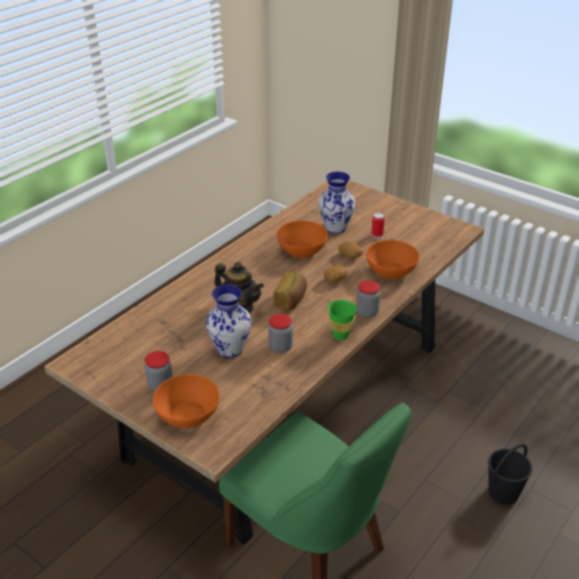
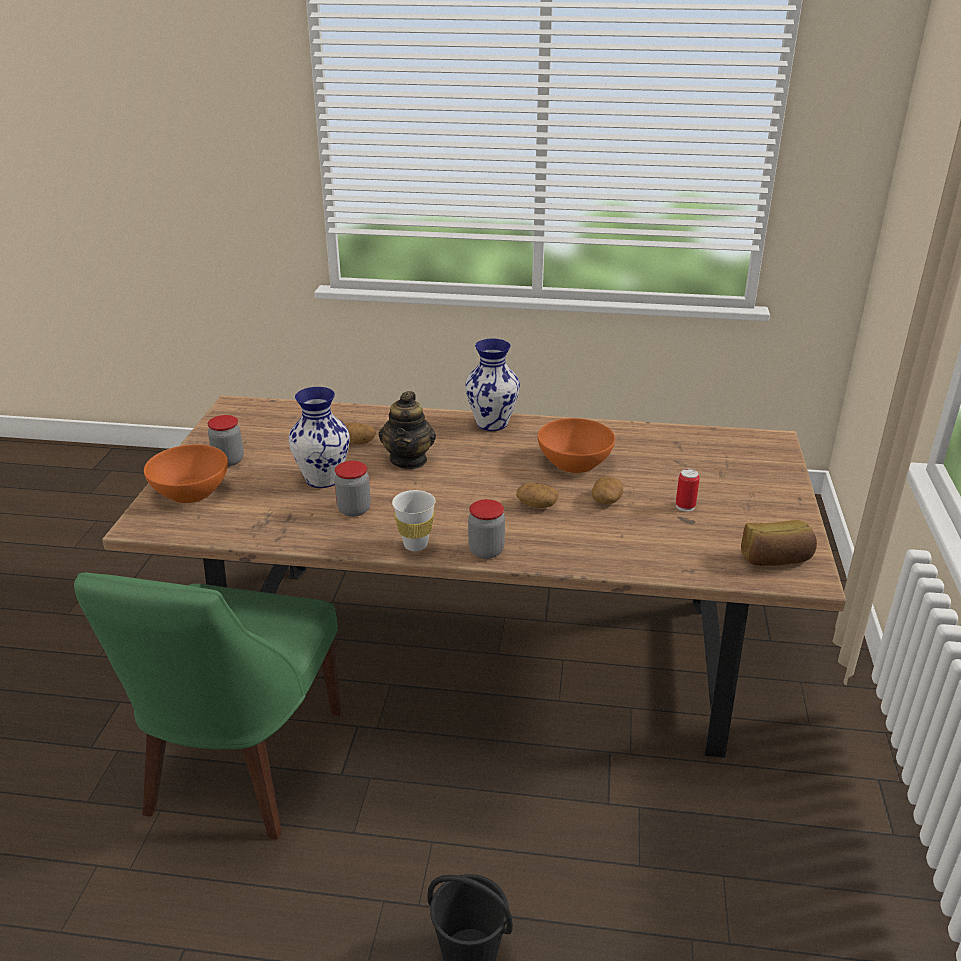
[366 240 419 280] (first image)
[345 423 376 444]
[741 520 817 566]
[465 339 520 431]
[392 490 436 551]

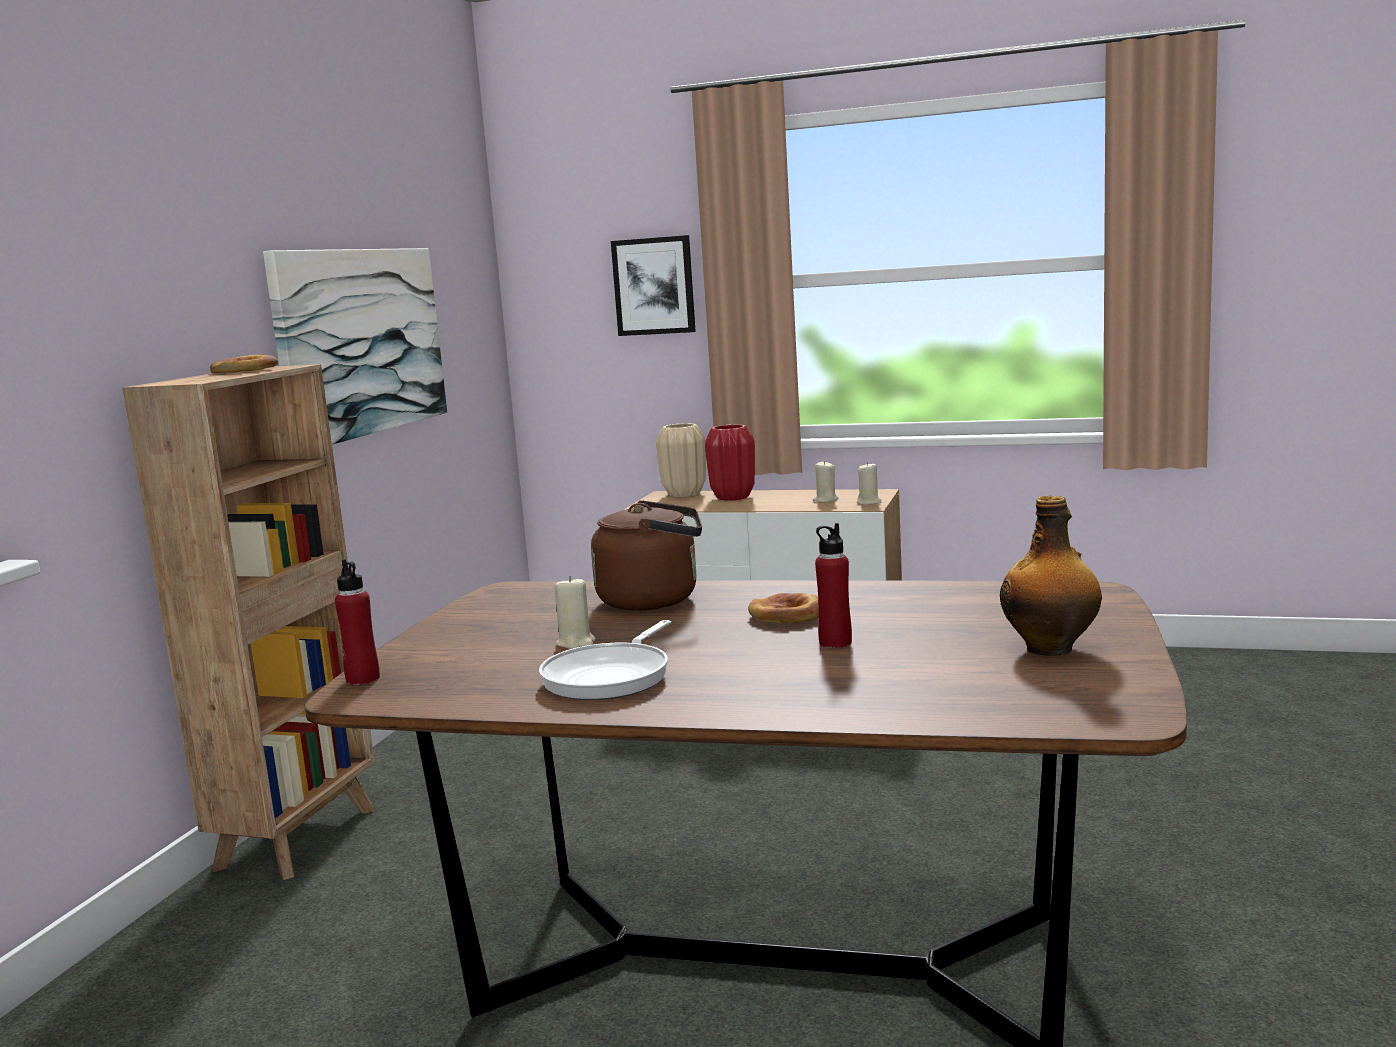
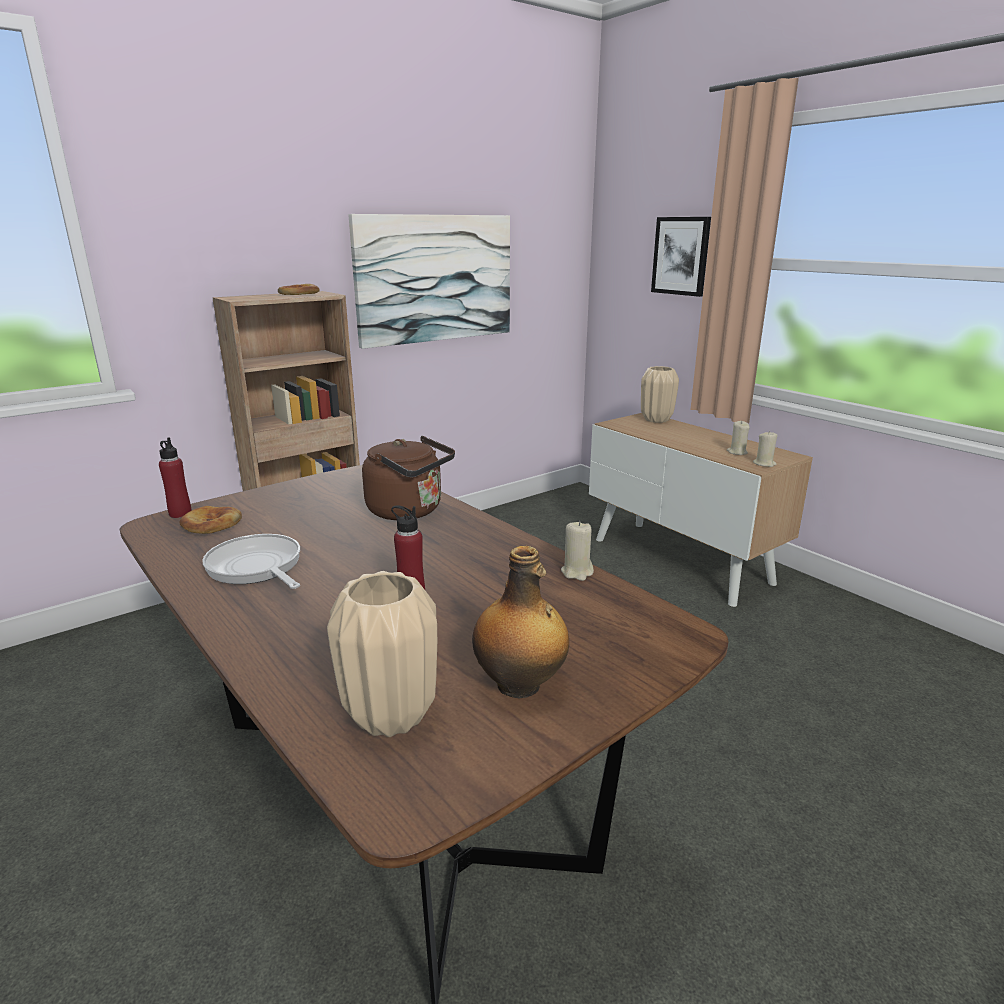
[705 424 755 501] (first image)
[327 571 437 737]
[561 521 594 581]
[179 506 242 534]
[202 534 300 589]

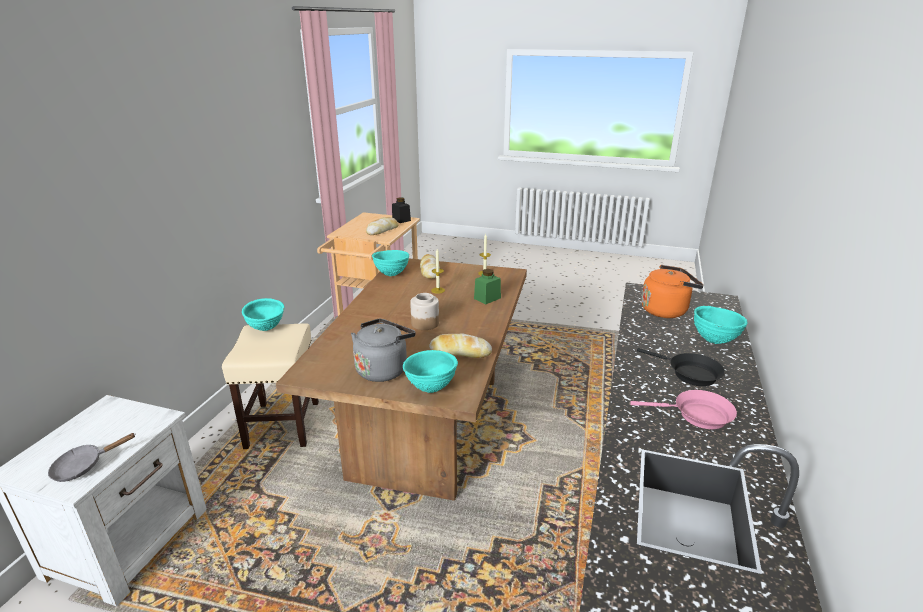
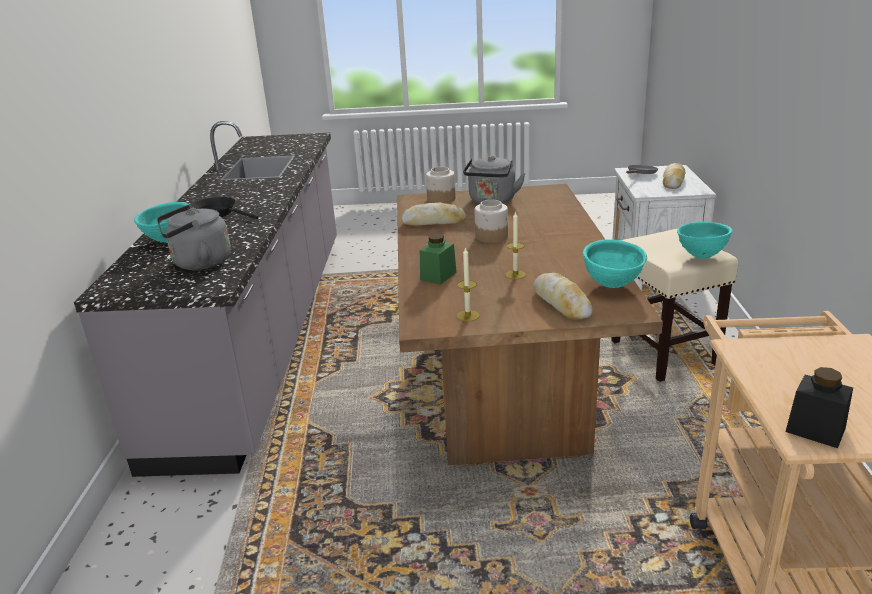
[630 390 737 429] (first image)
[663 163 685 189]
[426 167 456 203]
[157 205 231 270]

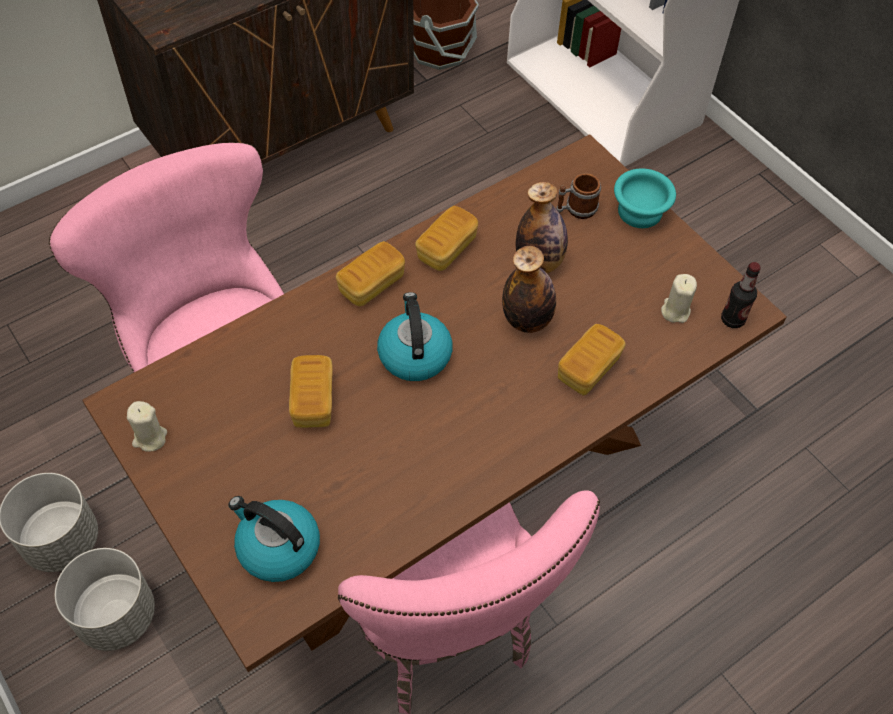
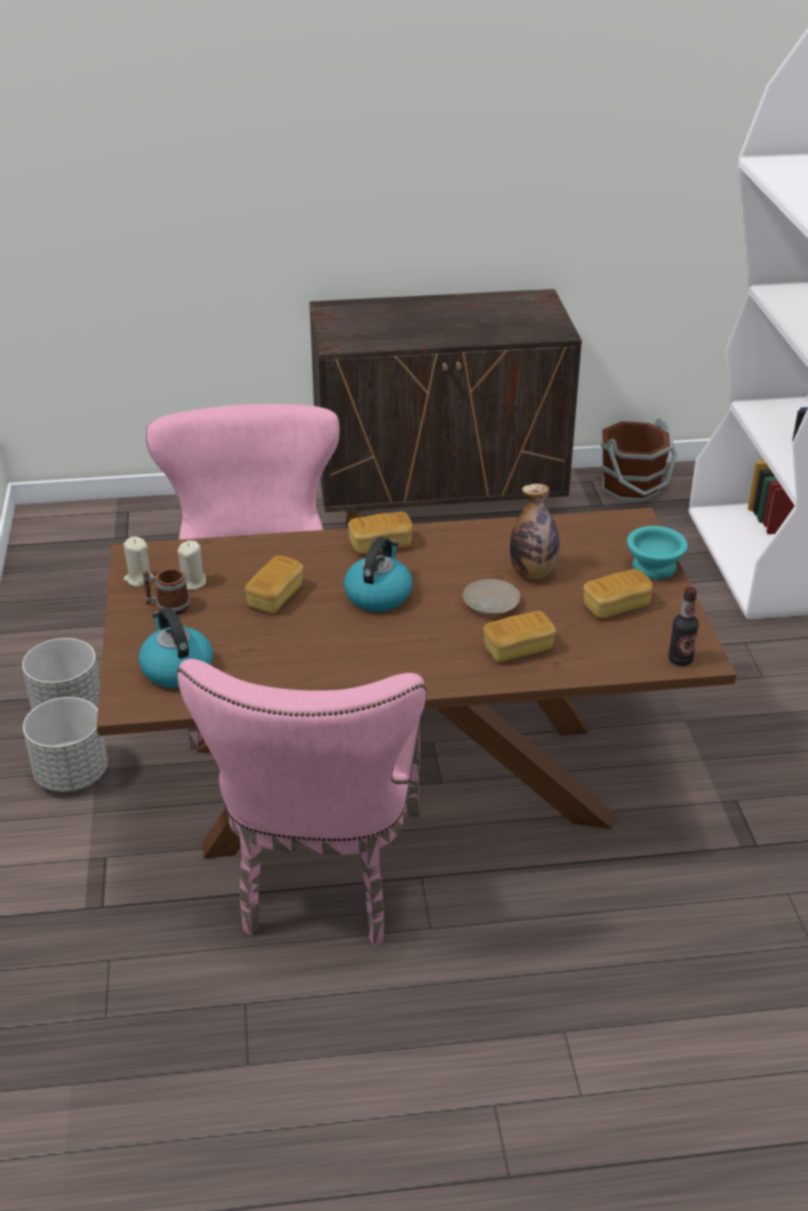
[584 569 653 618]
[143 569 190 615]
[177 540 206 590]
[463 579 521 614]

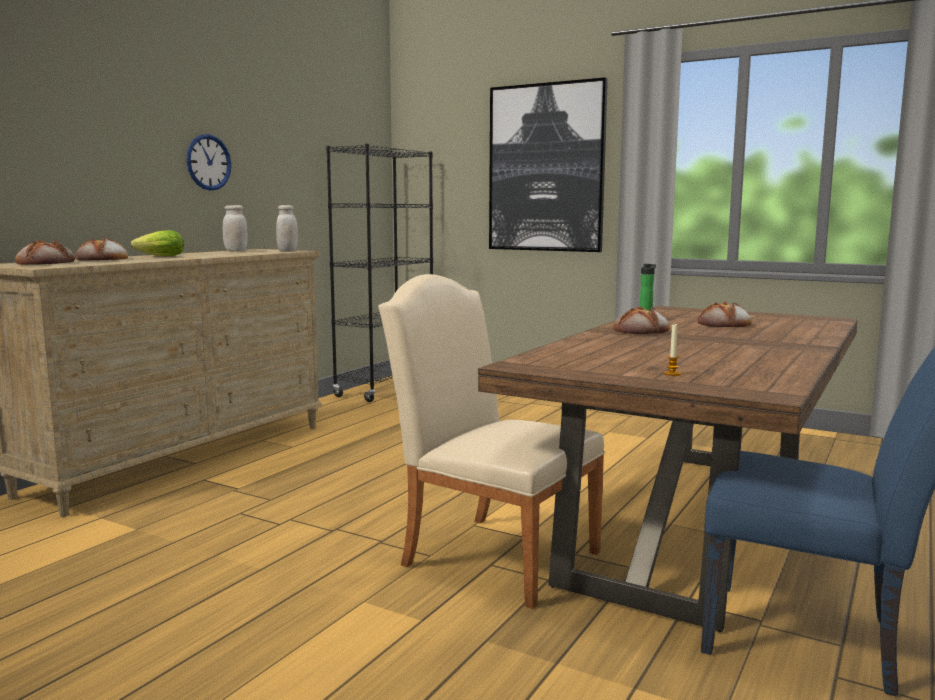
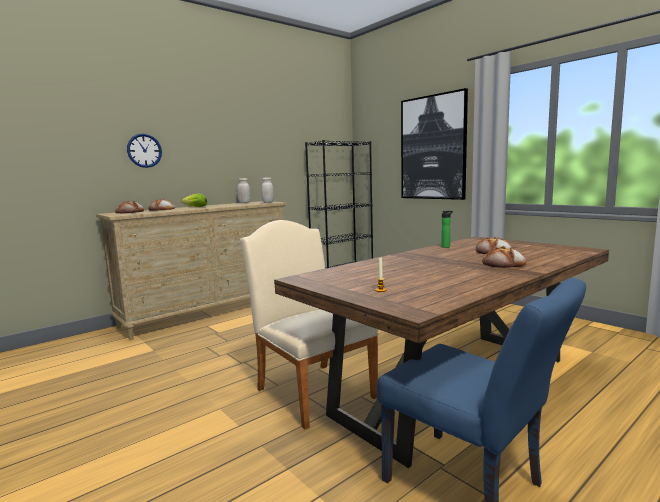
[127 134 162 168]
[482 246 526 268]

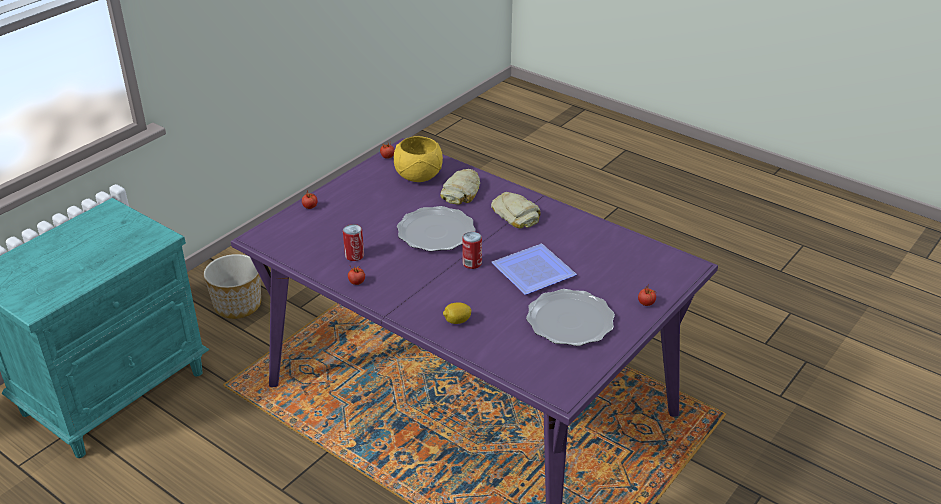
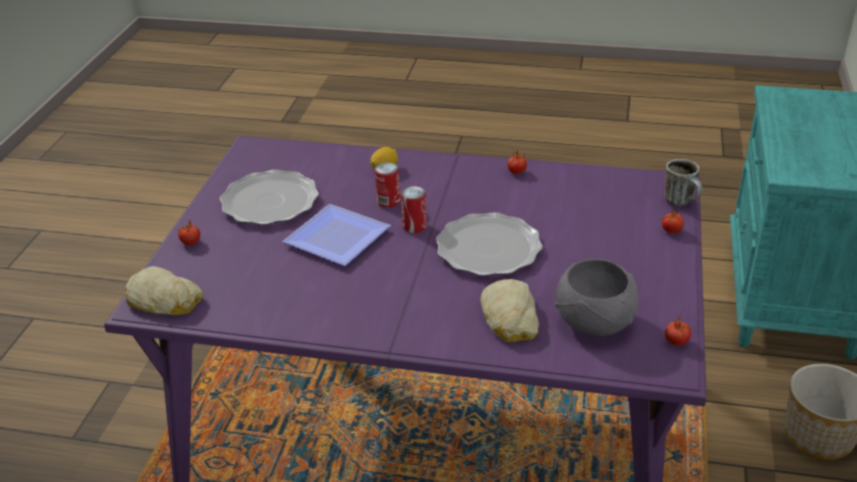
[664 159 702 206]
[375 162 400 208]
[125 266 203 315]
[555 258 639 336]

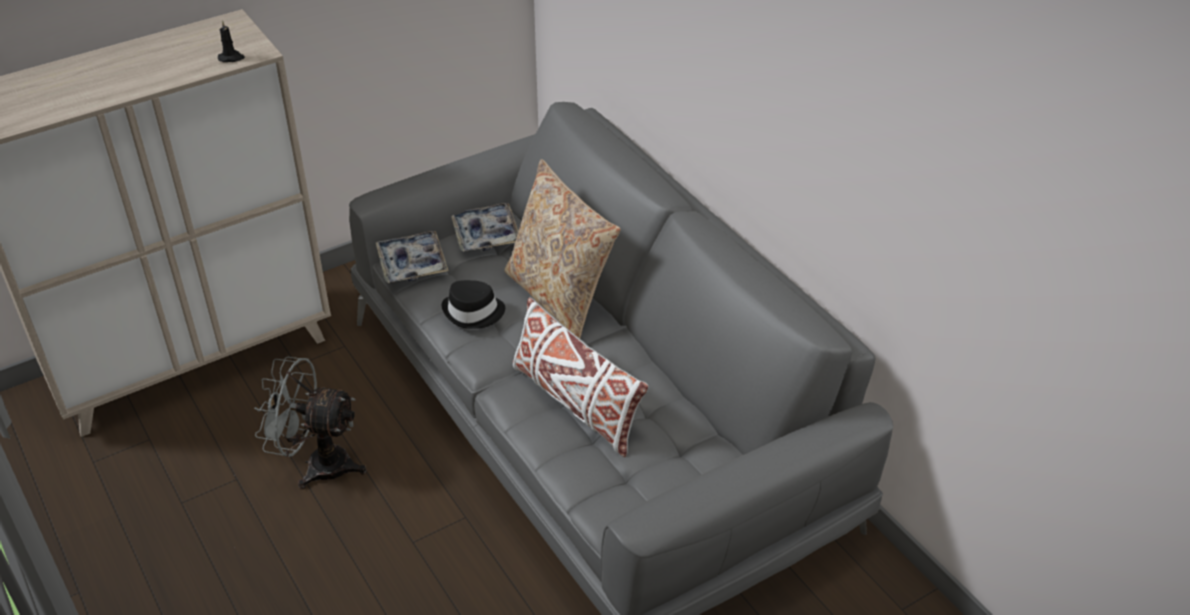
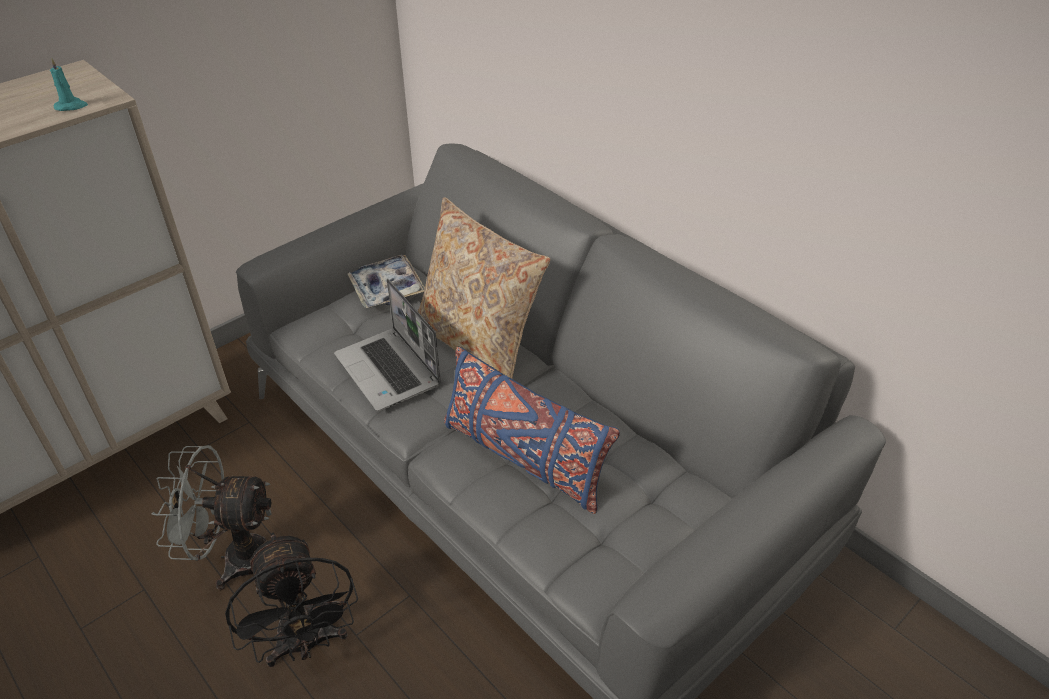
[376 231 449 283] (first image)
[225 532 358 667]
[334 279 441 411]
[50 58 88 111]
[444 347 620 514]

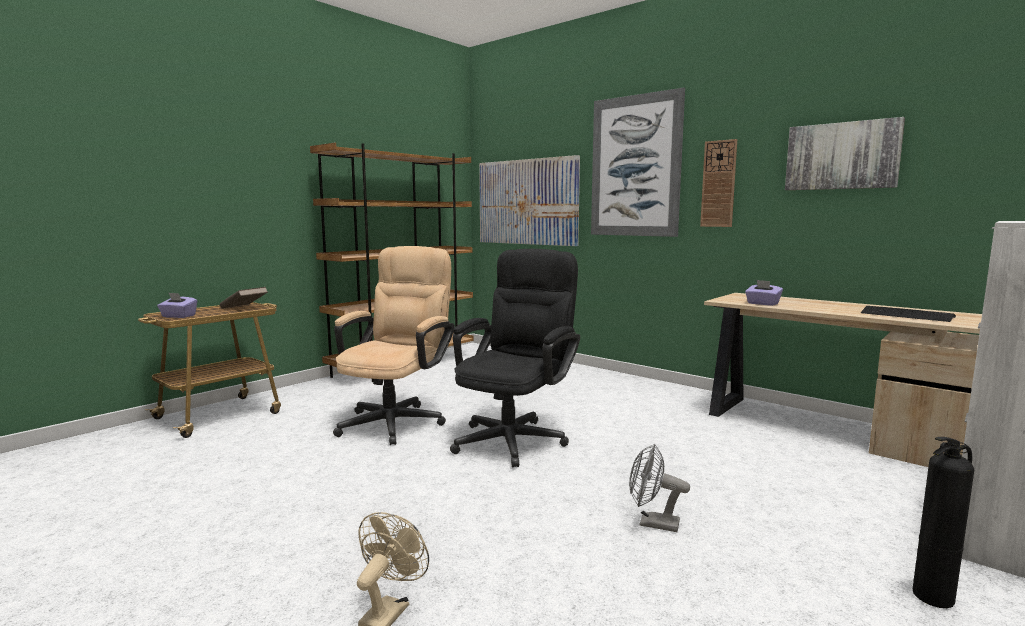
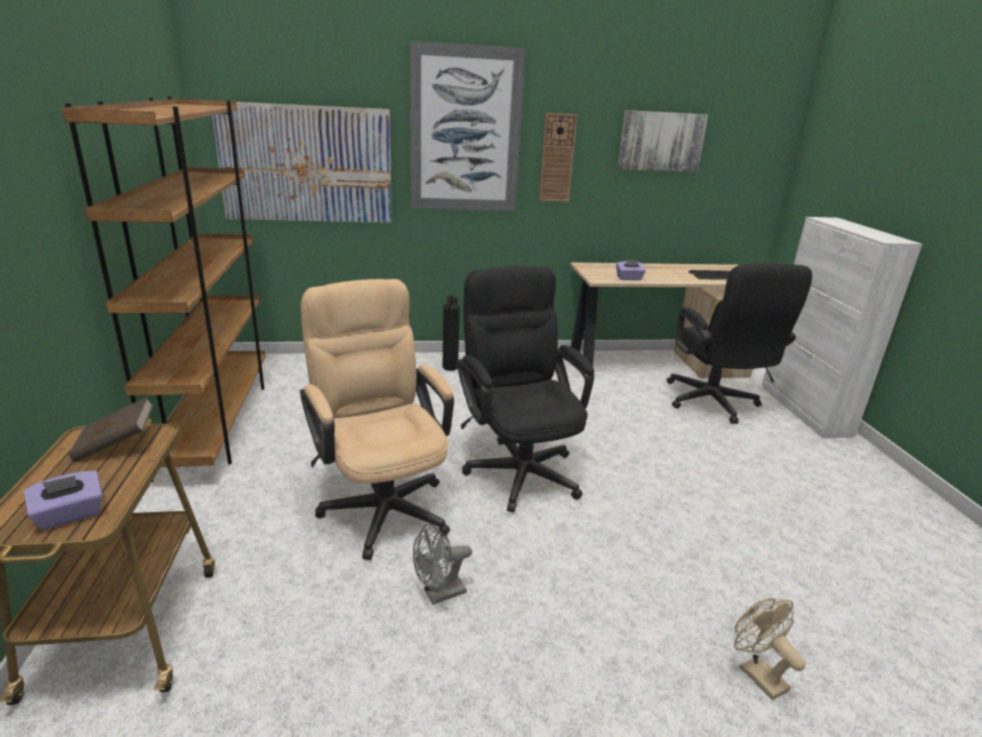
[666 263 812 424]
[413 523 472 605]
[442 296 460 371]

